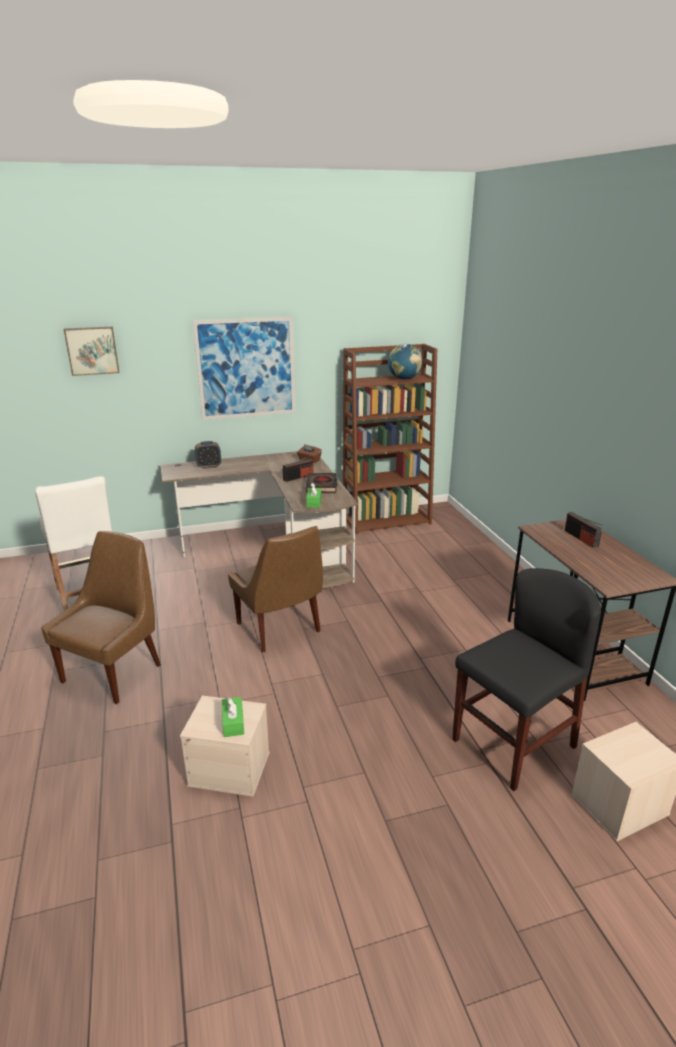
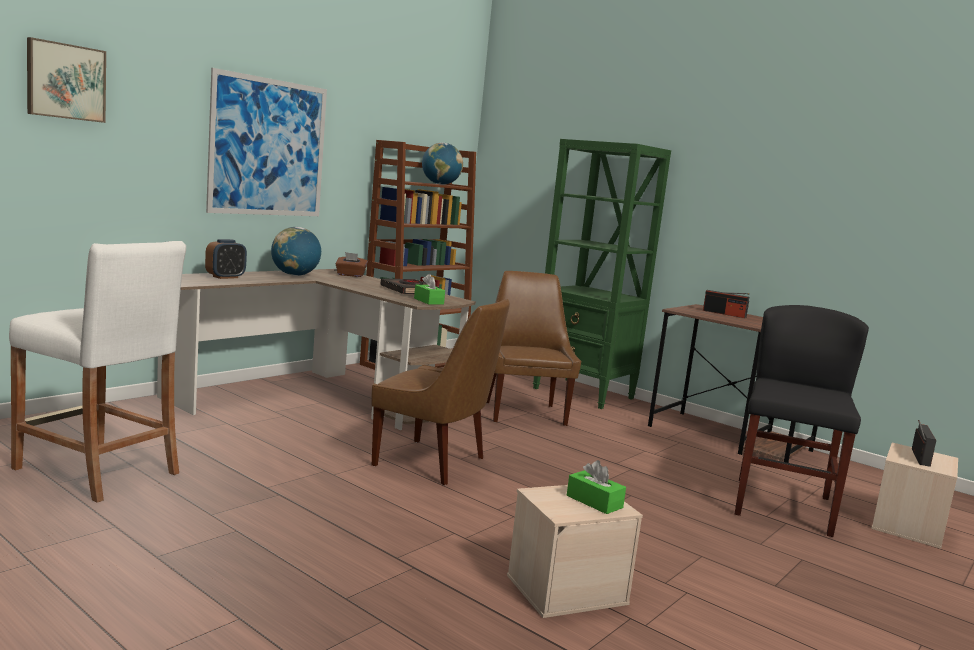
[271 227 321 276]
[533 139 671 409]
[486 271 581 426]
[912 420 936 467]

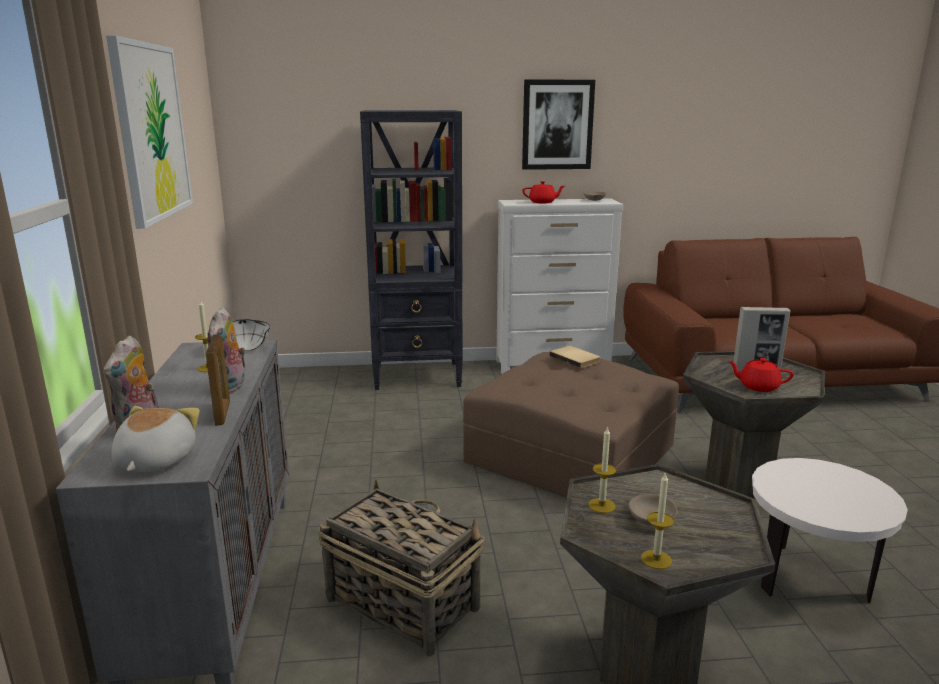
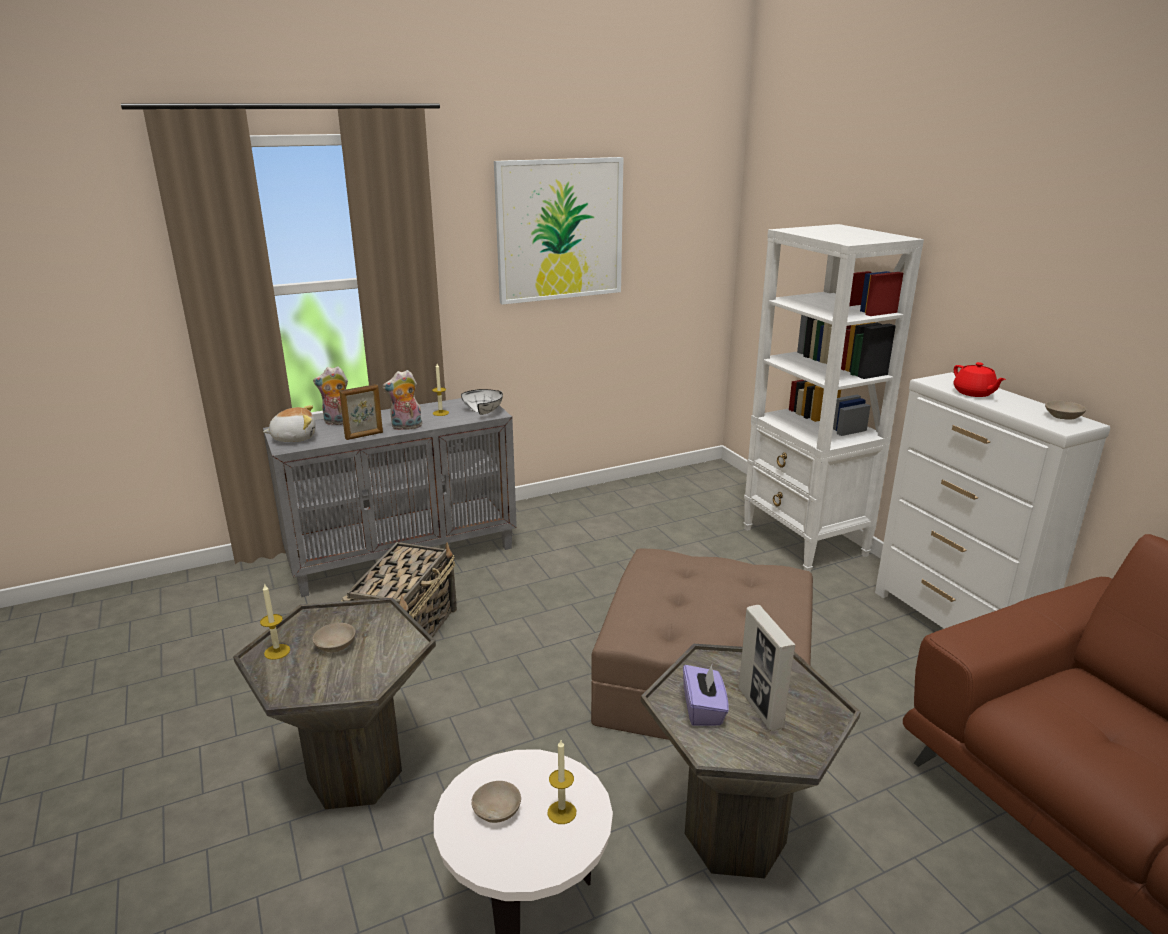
[522 80 595 170] (first image)
[550 346 600 368] (first image)
[472 781 521 823]
[547 740 576 824]
[683 665 729 726]
[744 224 924 572]

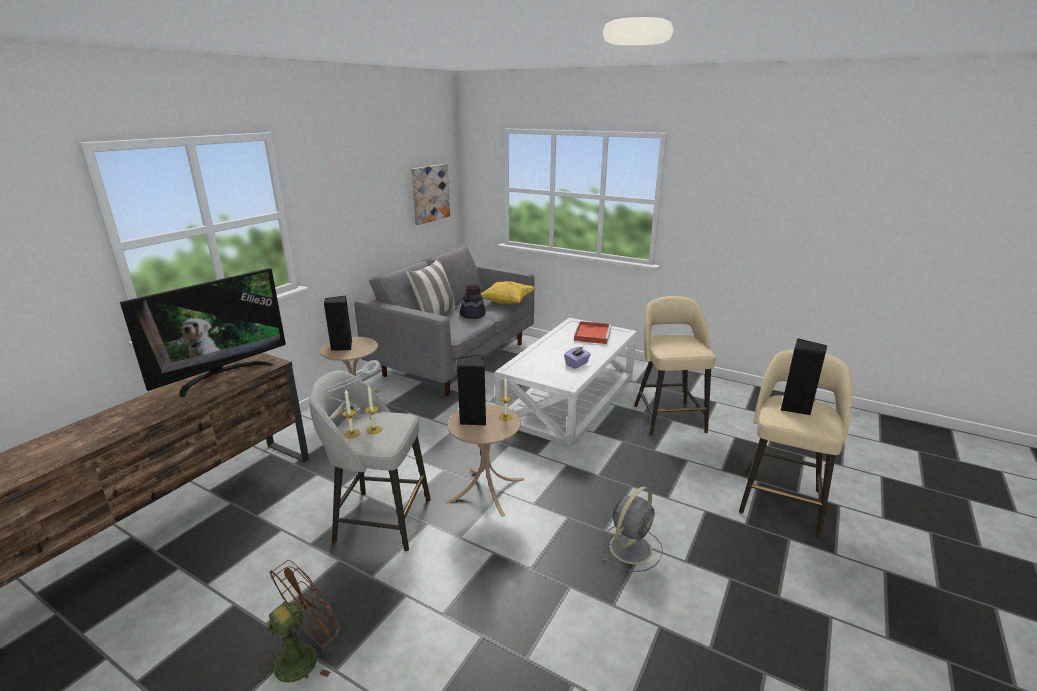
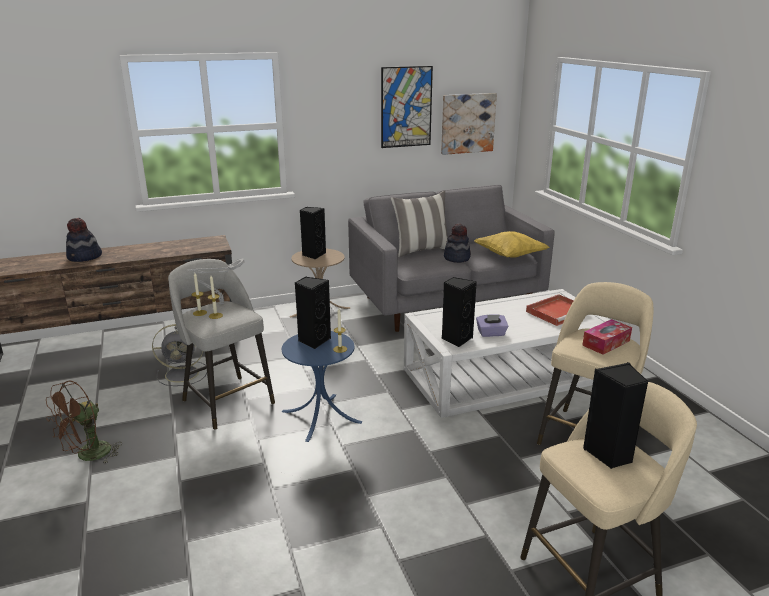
[120 268 286 398] (first image)
[66 218 102 262]
[381 66 433 148]
[442 277 477 347]
[582 319 632 355]
[152 324 207 386]
[282 331 362 442]
[46 381 122 463]

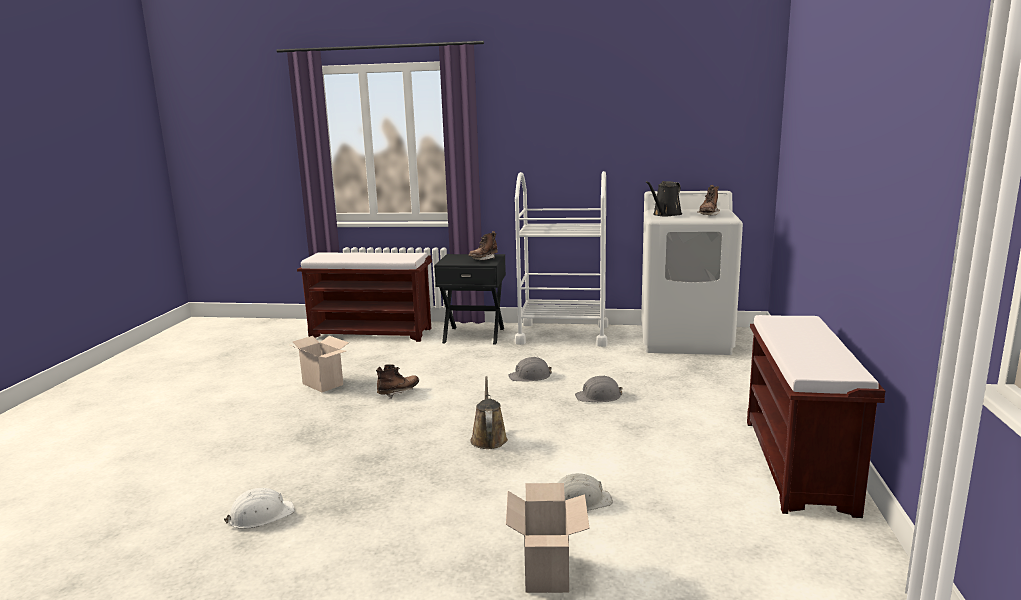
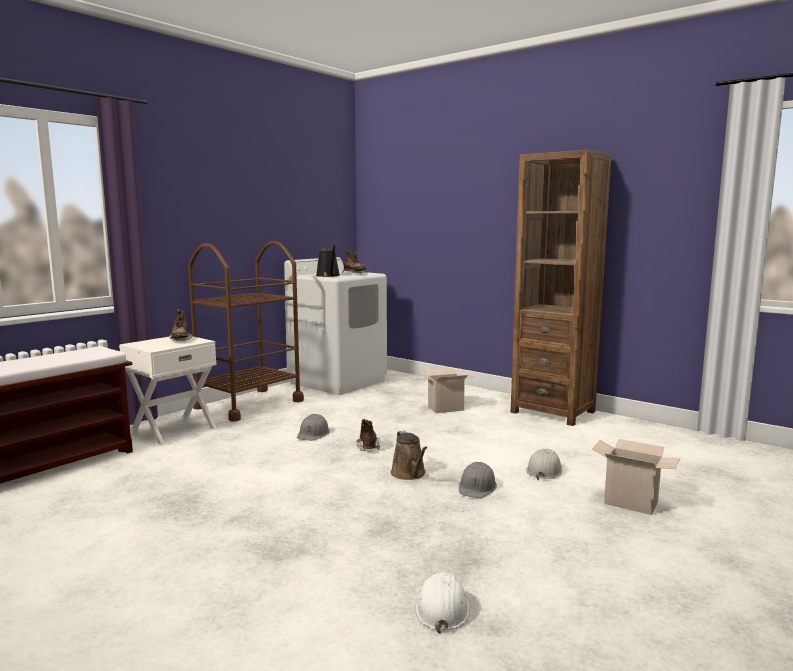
[419 368 475 413]
[356 419 380 451]
[459 462 497 498]
[511 150 611 426]
[119 336 217 445]
[188 241 304 422]
[391 431 427 480]

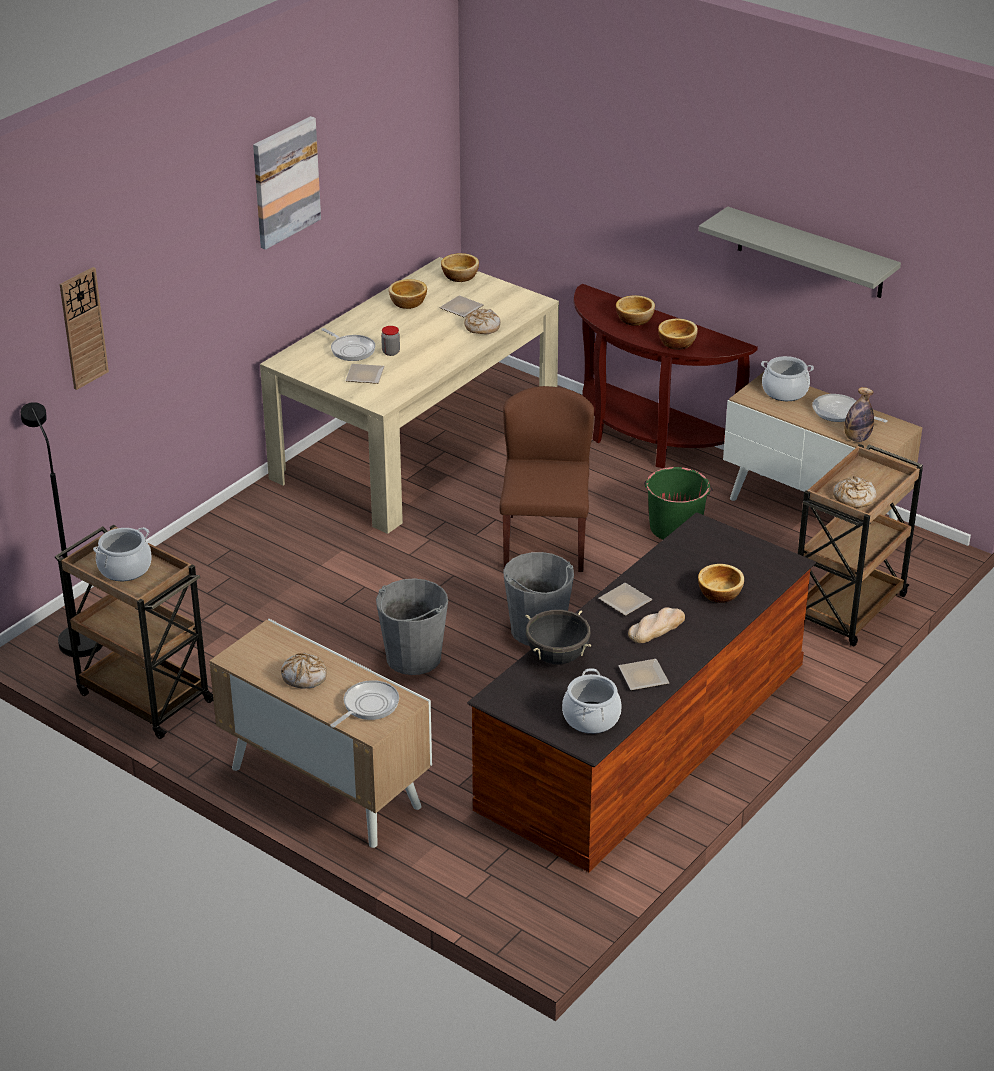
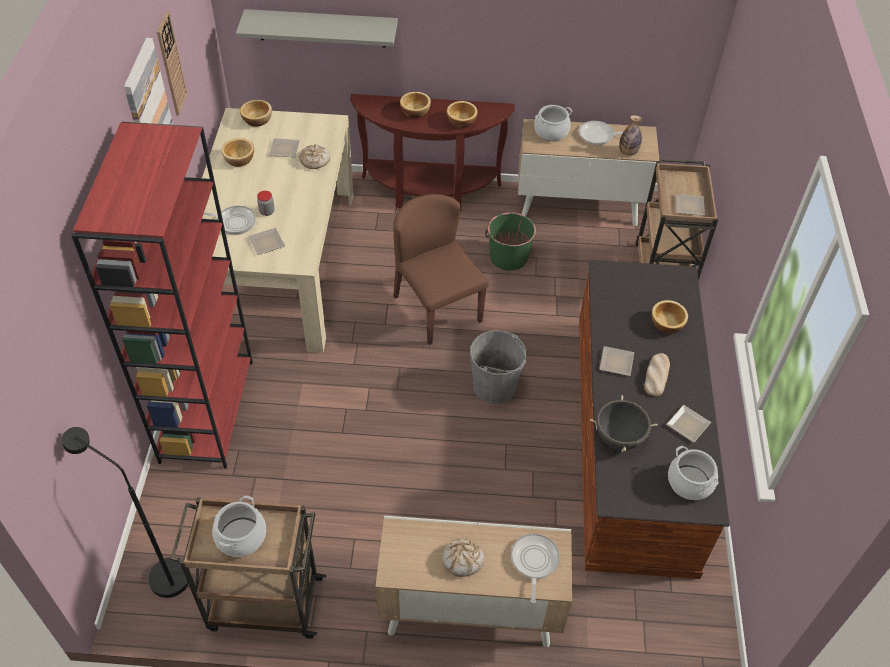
[376 578 448 675] (first image)
[71 122 253 469]
[157 11 188 115]
[236 9 398 48]
[676 194 705 216]

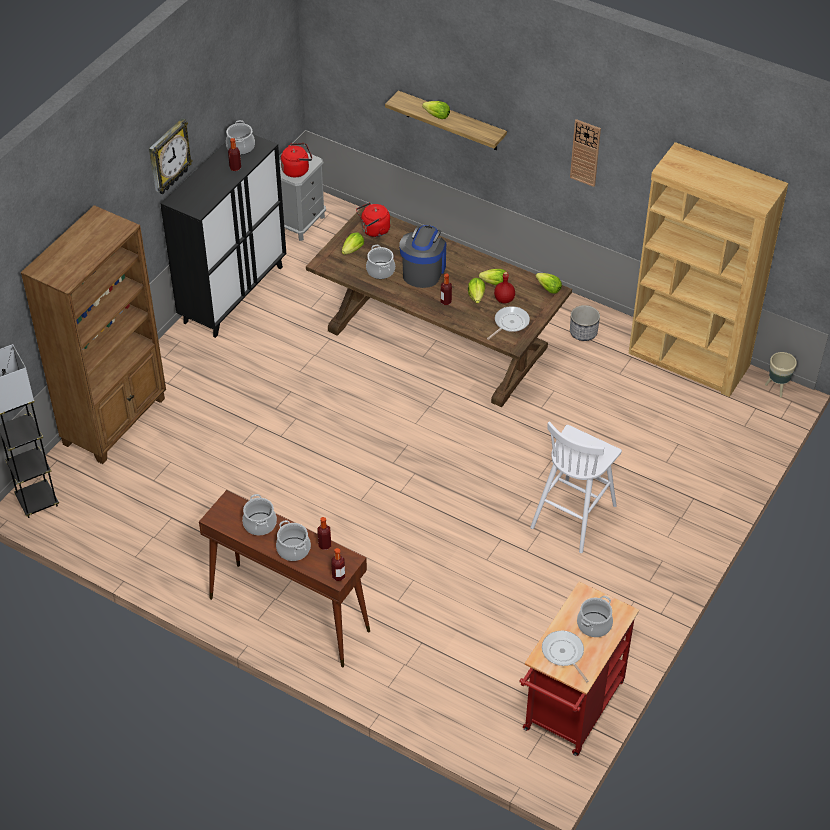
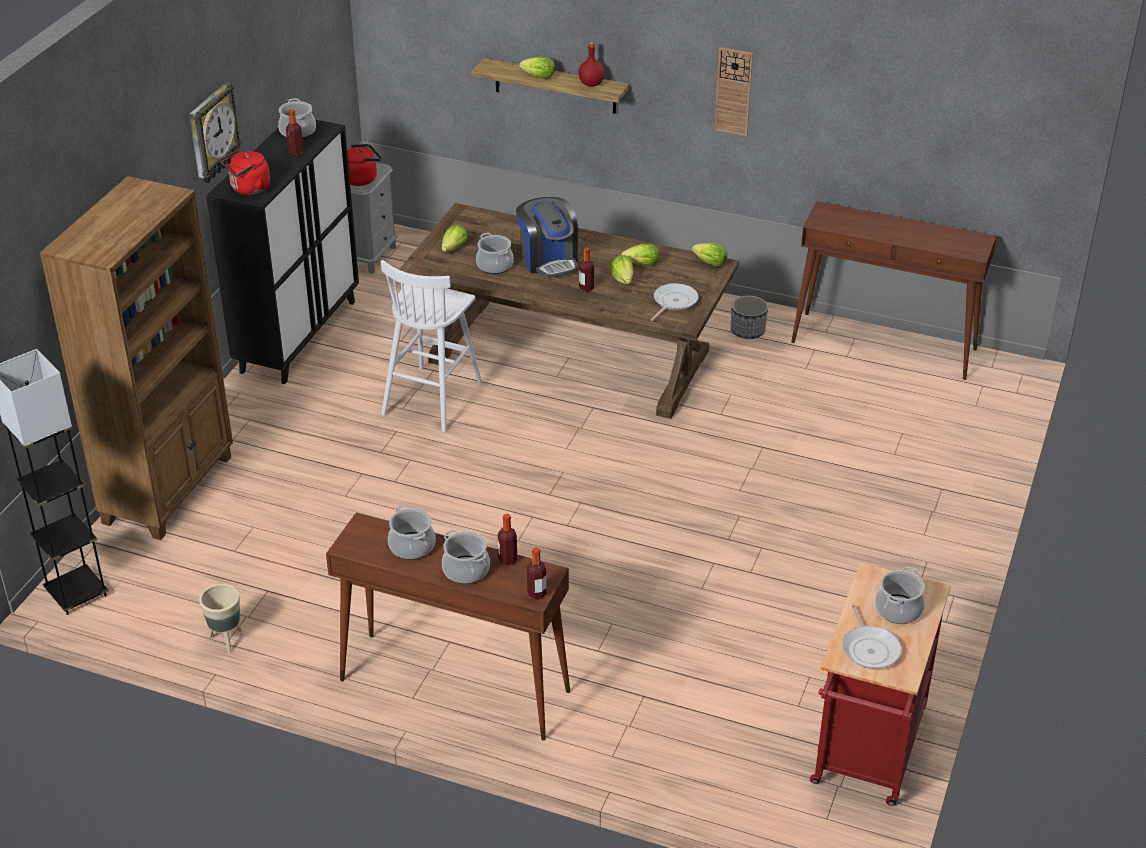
[220 149 270 195]
[579 42 604 87]
[381 260 482 432]
[199 584 242 653]
[791 201 997 380]
[516 197 578 278]
[842 605 901 669]

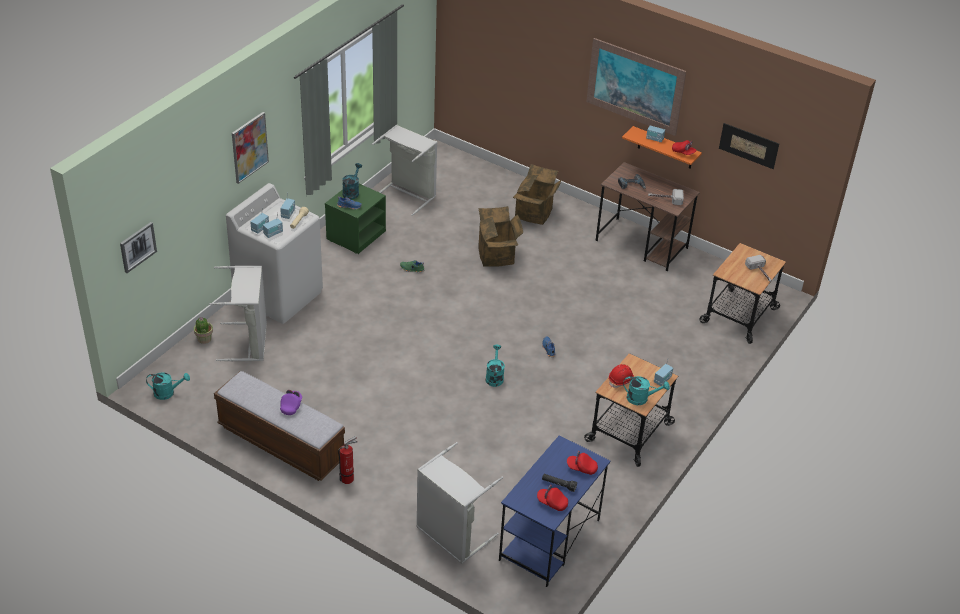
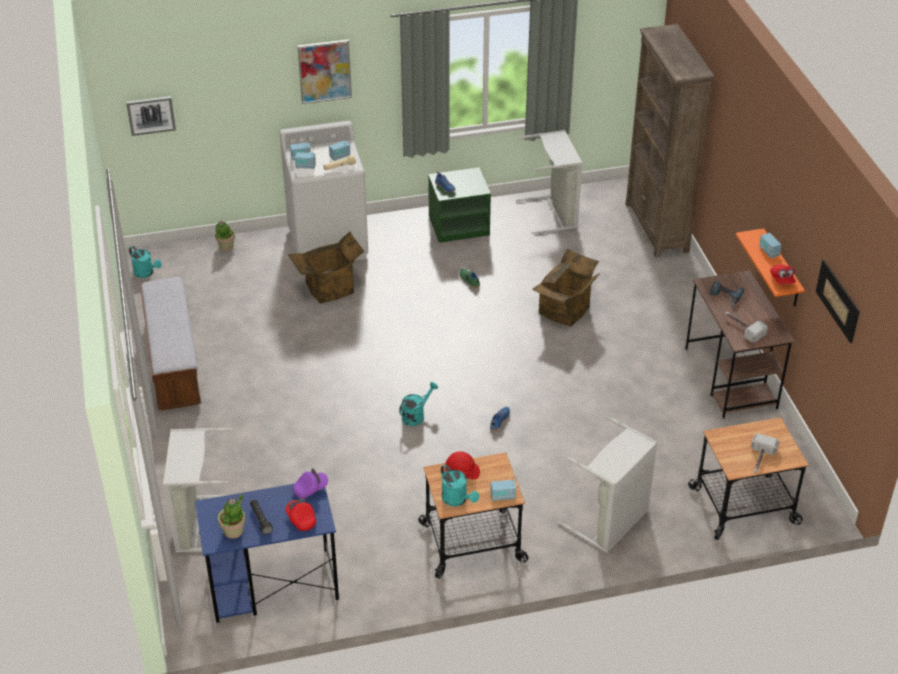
[338 436 358 484] (first image)
[342 163 362 199] (first image)
[586 38 686 136] (first image)
[626 24 715 258]
[558 415 658 553]
[293 468 328 498]
[288 232 365 304]
[218 494 245 539]

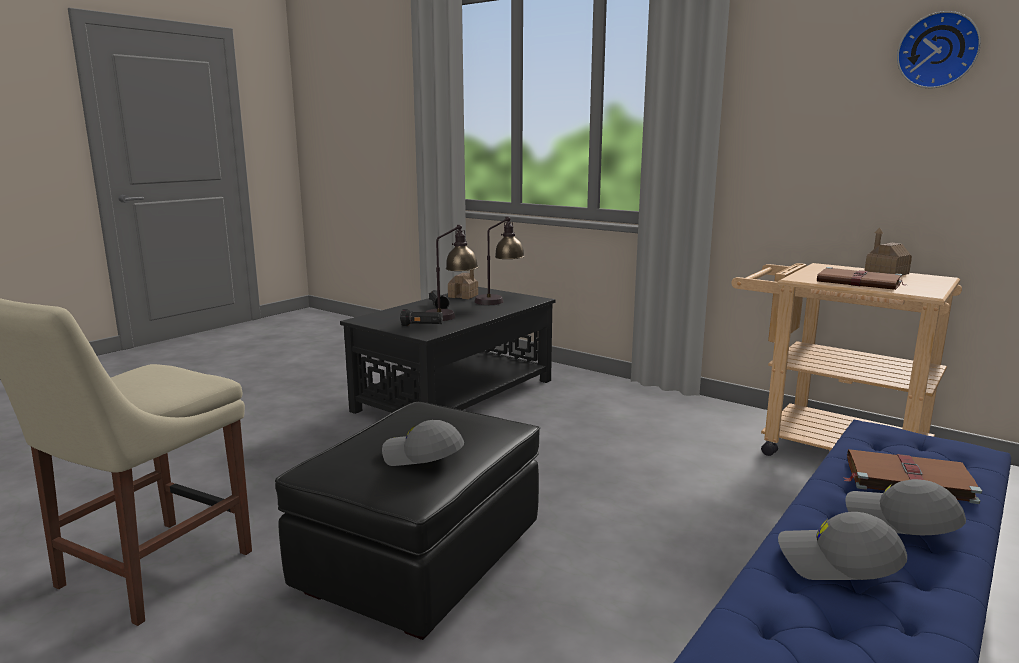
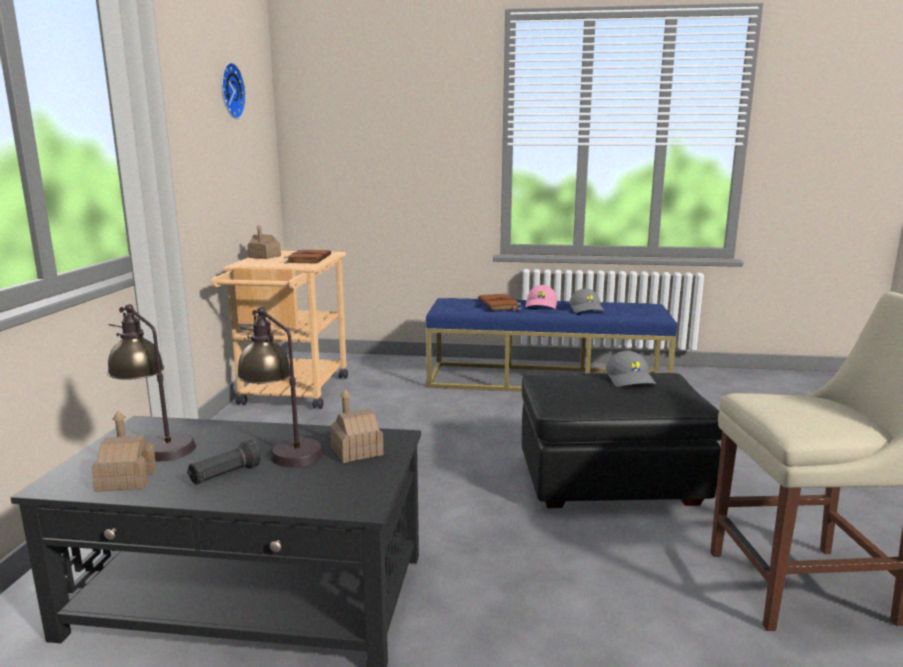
[331 389 383 463]
[525 285 557 309]

